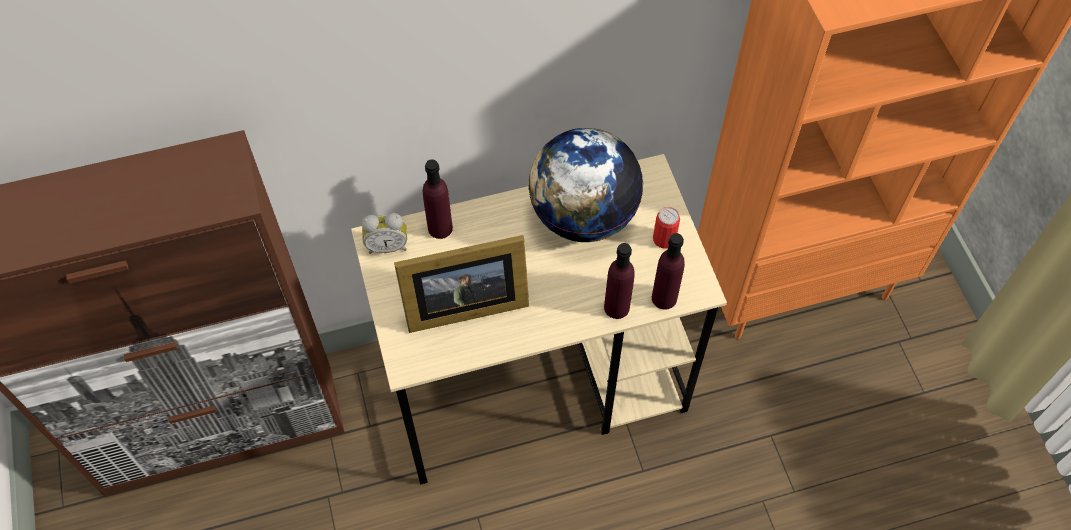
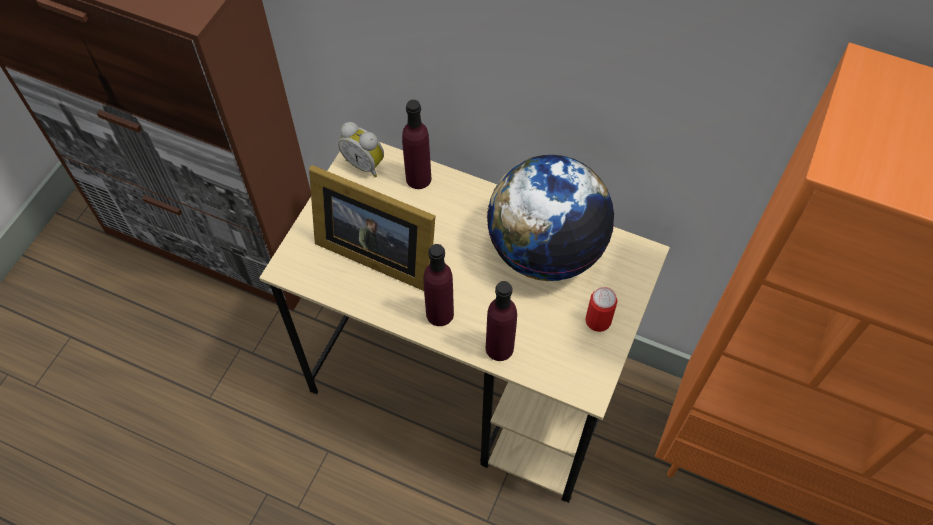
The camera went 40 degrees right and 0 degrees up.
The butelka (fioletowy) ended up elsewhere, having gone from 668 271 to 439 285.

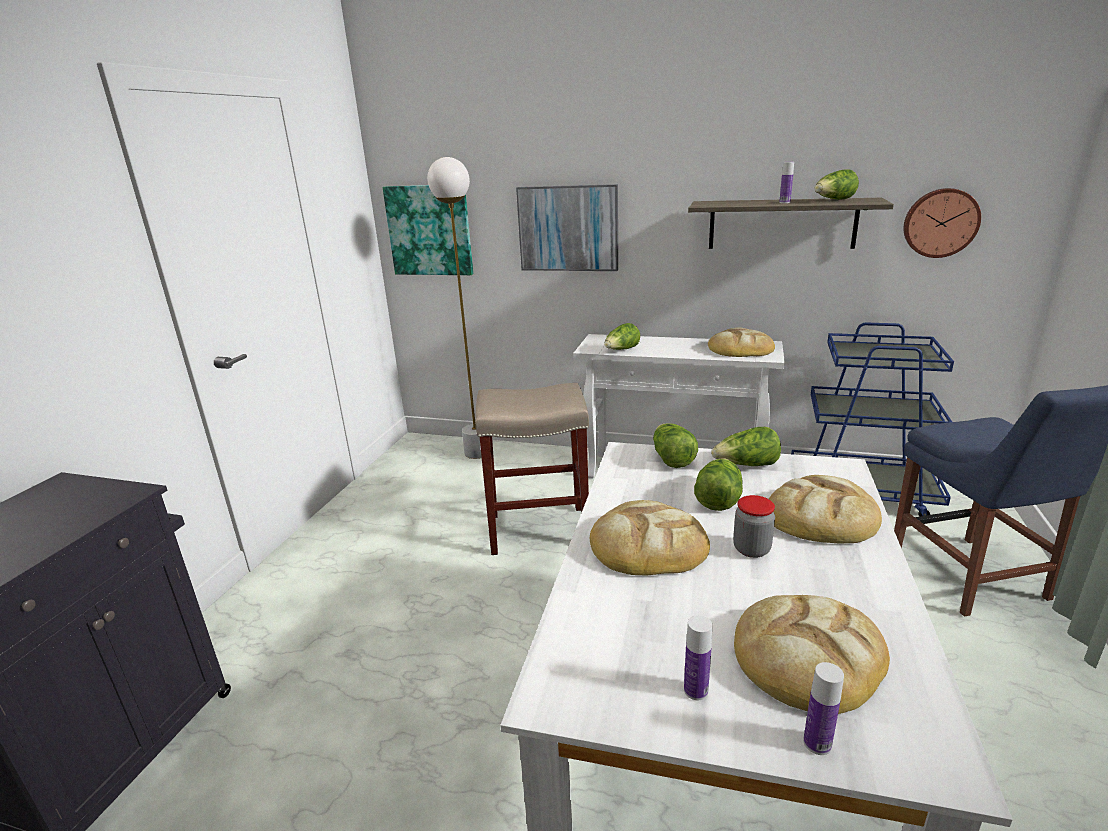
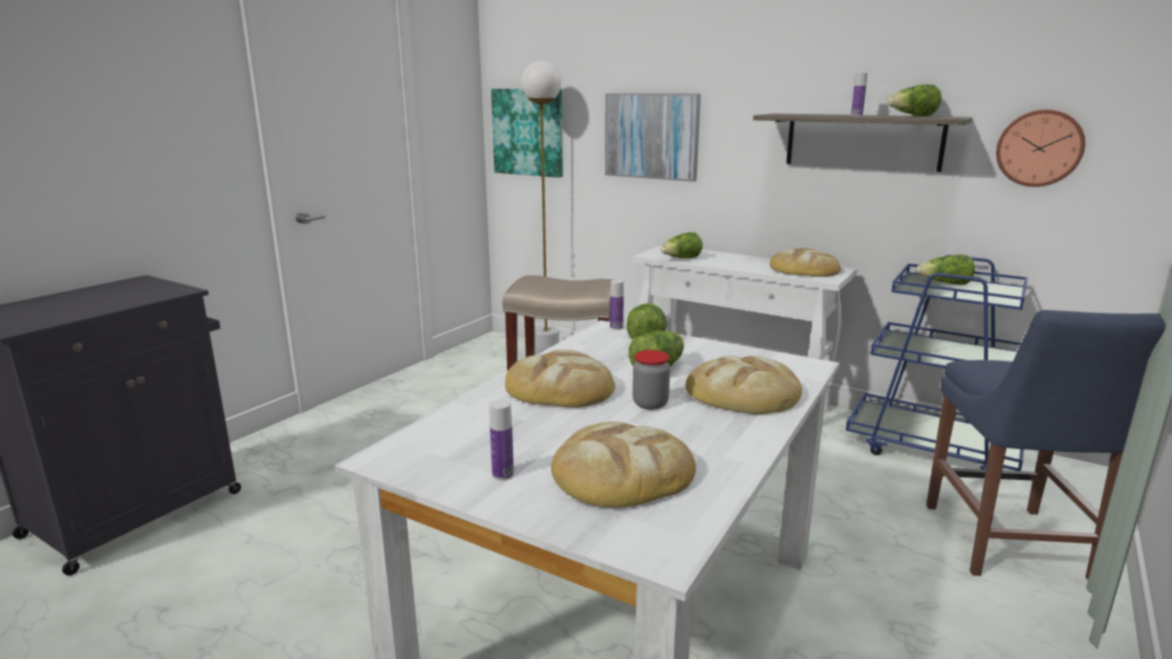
The camera went 15 degrees right and 5 degrees down.
The butelka ended up elsewhere, having gone from 823 708 to 617 305.
The sałata ended up elsewhere, having gone from 746 446 to 945 270.

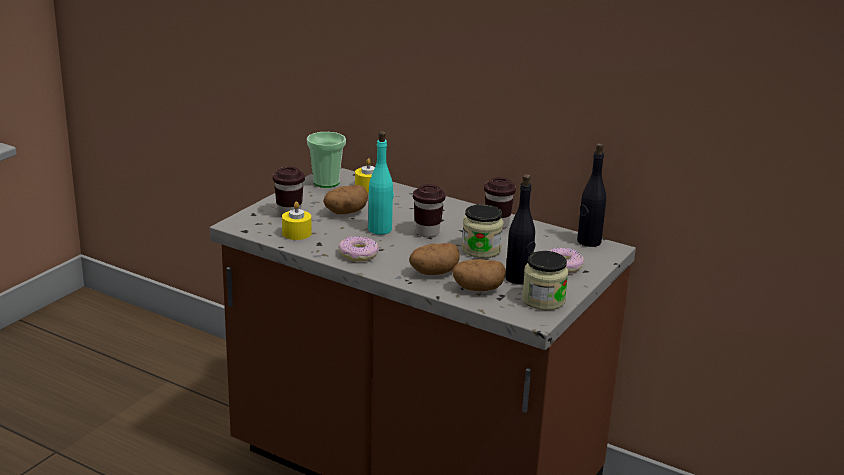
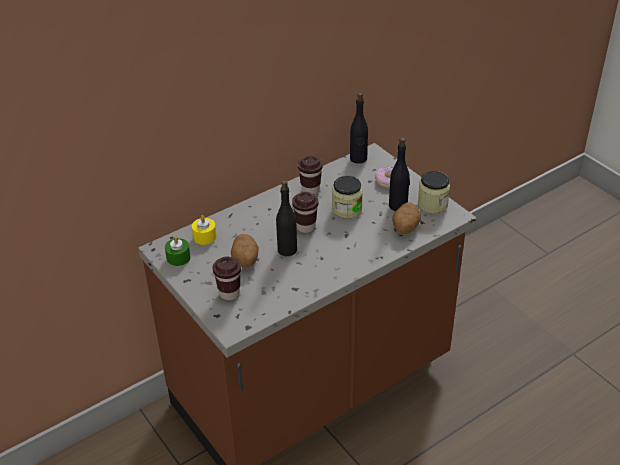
The camera went 65 degrees left and 15 degrees up.
Where the filiżanka stood at 326 160, the świeca (zielony) came to stand at 177 251.
What was the butelka (turkusowy) at 381 183 turned into the butelka (czarny) at 286 218.
The second view lost the świeca (żółty) at 296 220.
The second view lost the donut at 359 249.
The second view lost the ziemniak at 434 259.

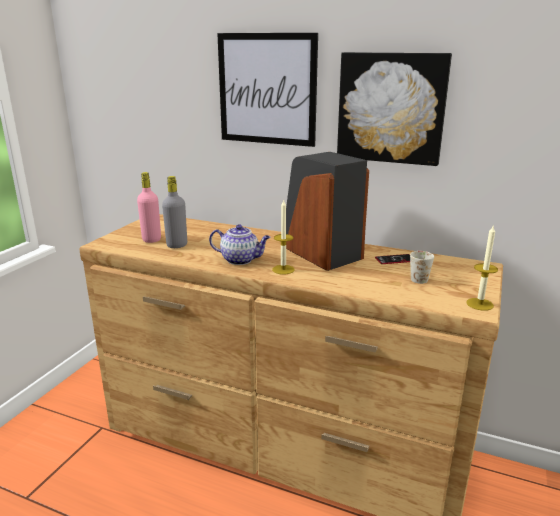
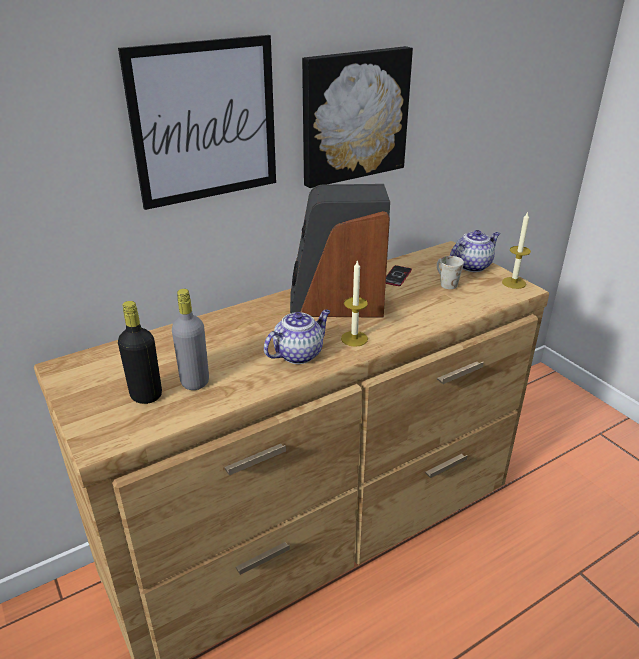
The camera went 55 degrees left and 10 degrees up.
What was the butelka (różowy) at 149 207 turned into the butelka (czarny) at 140 352.
The second view gained the imbryk at 475 251.

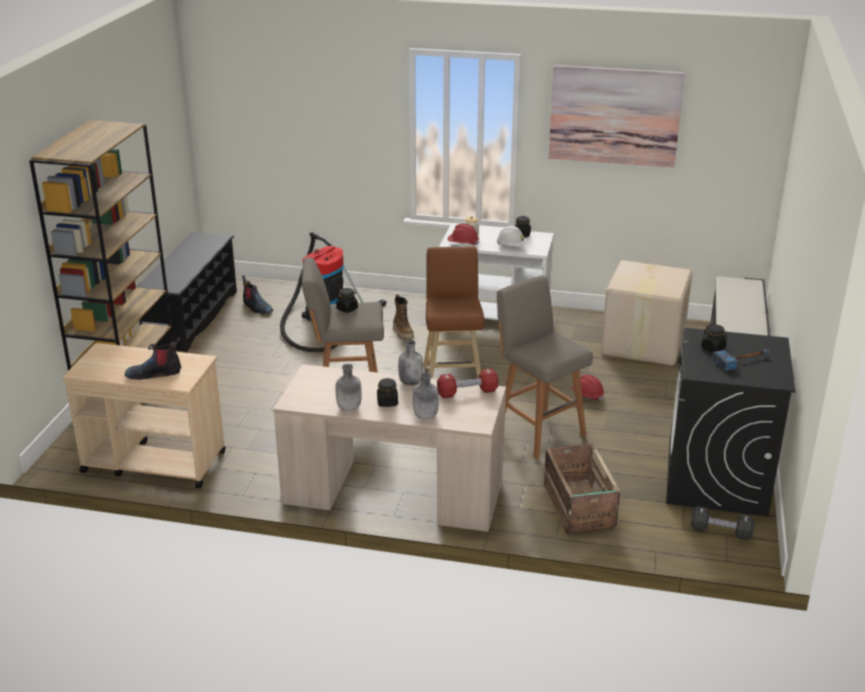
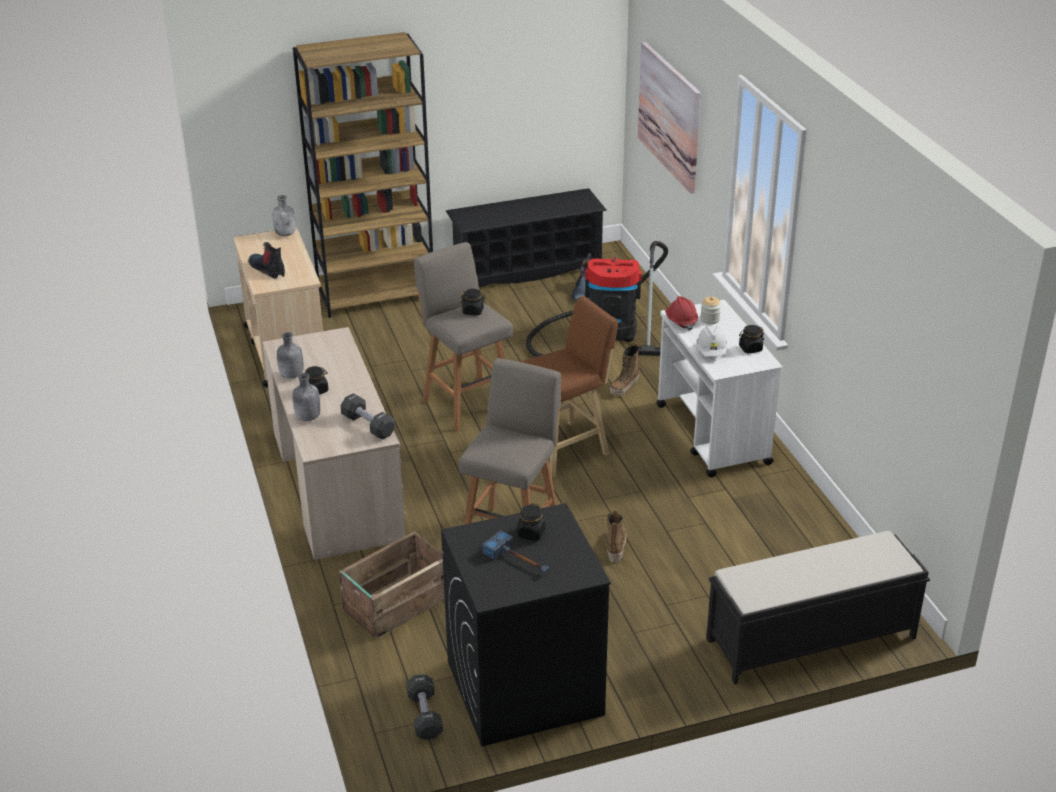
The camera went 60 degrees right and 5 degrees up.
The butelka (szary) ended up elsewhere, having gone from 410 362 to 284 215.
What was the hantel (czerwony) at 467 383 turned into the hantel (czarny) at 367 416.
Where the kask (czerwony) stood at 587 388, the but z cholewką came to stand at 616 537.
The obraz ended up elsewhere, having gone from 617 116 to 669 117.
The second view lost the karton at 647 313.

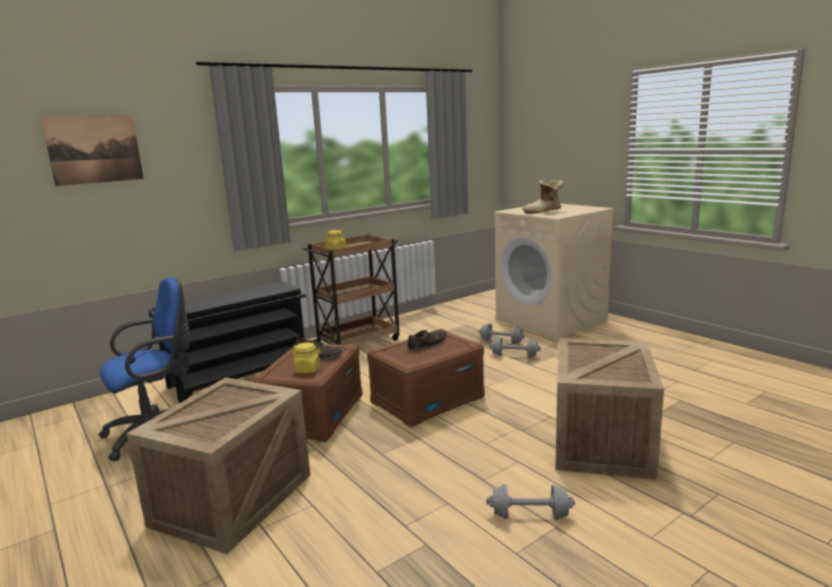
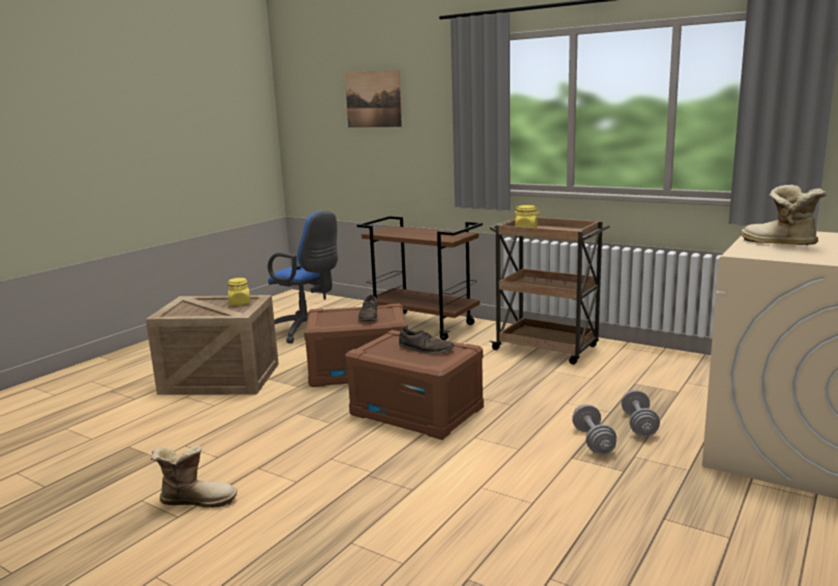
The camera went 70 degrees right and 0 degrees up.
Where the hantel (szary) stood at 530 502, the but z cholewką came to stand at 194 476.
The słoik (żółty) ended up elsewhere, having gone from 306 357 to 239 291.
Where the regał na buty (czarny) stood at 227 342, the wózek (brązowy) came to stand at 420 278.
The second view lost the skrzynka at 609 409.

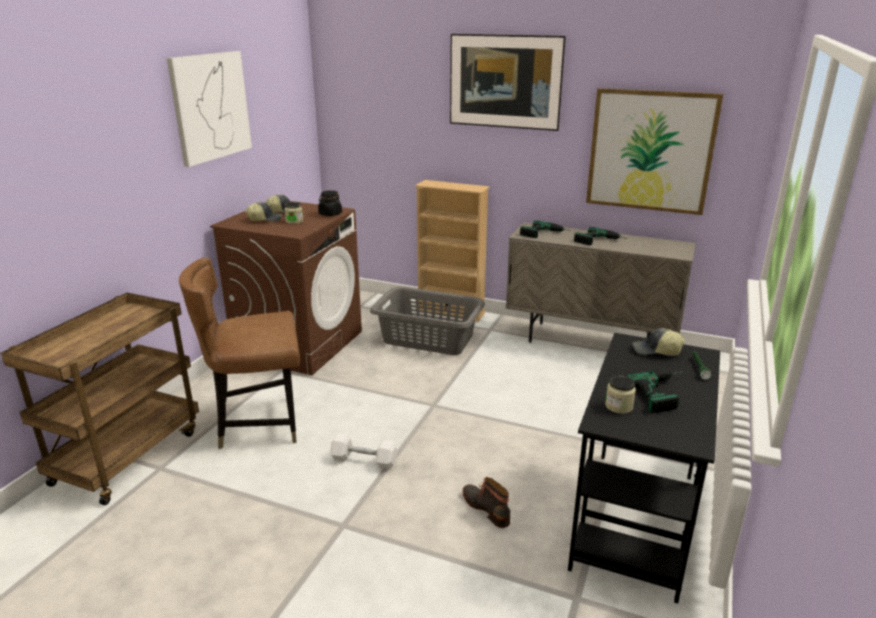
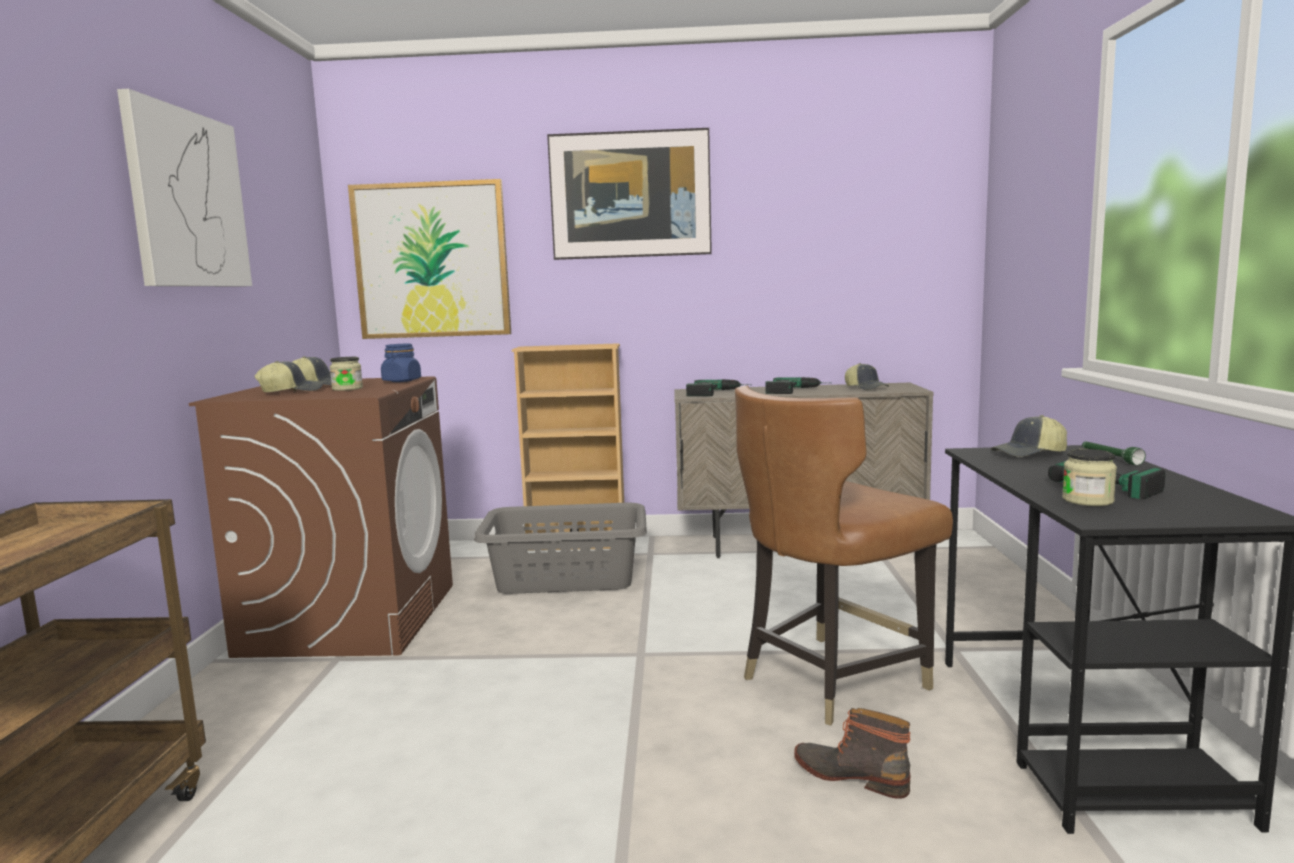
The camera went 20 degrees left and 15 degrees down.
The obraz ended up elsewhere, having gone from 654 151 to 429 259.
What was the słoik (czarny) at 330 203 turned into the słoik (niebieski) at 401 363.
The krzesło (brązowy) ended up elsewhere, having gone from 239 353 to 844 555.
The second view gained the czapka z daszkiem at 867 376.
The second view lost the hantel (biały) at 363 451.

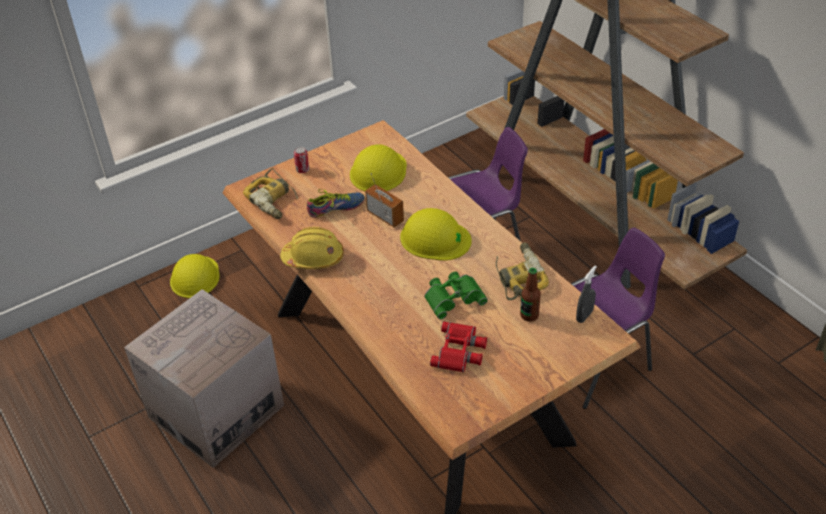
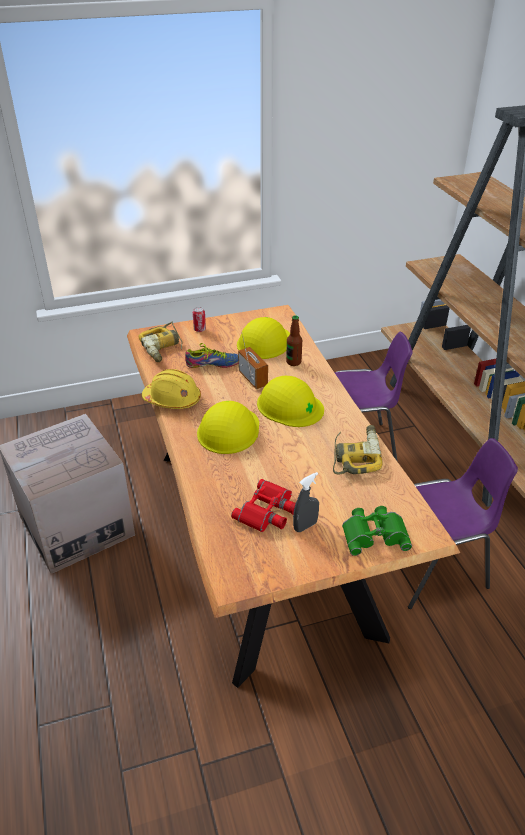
The camera went 15 degrees right and 5 degrees down.
The kask (żółty) ended up elsewhere, having gone from 195 276 to 228 427.
The butelka ended up elsewhere, having gone from 530 295 to 294 340.
The spryskiwacz (szary) ended up elsewhere, having gone from 586 294 to 306 502.
The lornetka (zielony) ended up elsewhere, having gone from 456 295 to 377 531.

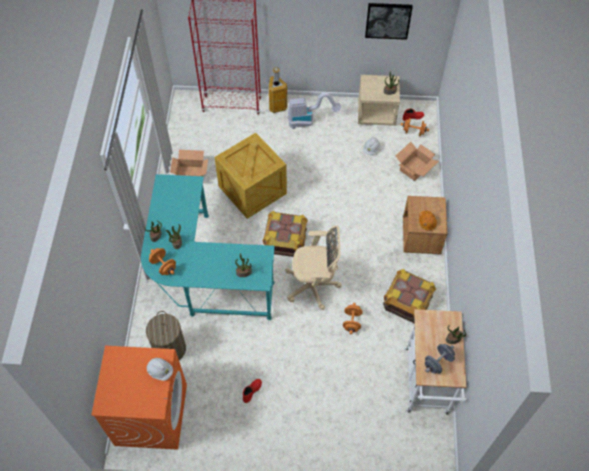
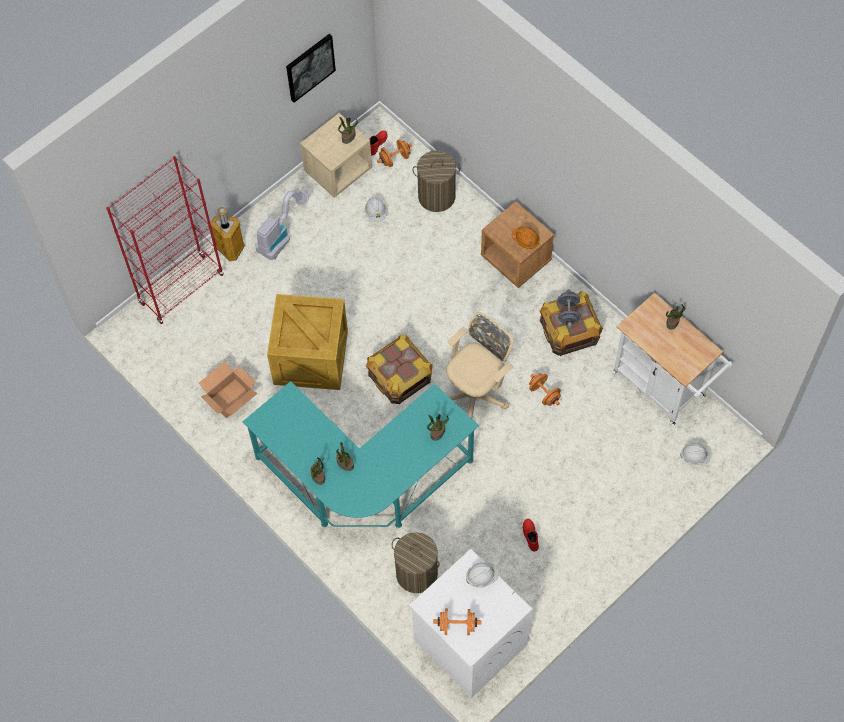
The camera went 45 degrees left and 5 degrees up.
What was the pralka (pomarańczowy) at 139 398 turned into the pralka (biały) at 471 623.
Where the karton stood at 417 161, the kosz na pranie came to stand at 436 181.
The hantel (pomarańczowy) ended up elsewhere, having gone from 162 261 to 457 622.
The hantel (szary) ended up elsewhere, having gone from 440 359 to 569 308.
The second view gained the kask (biały) at 695 454.

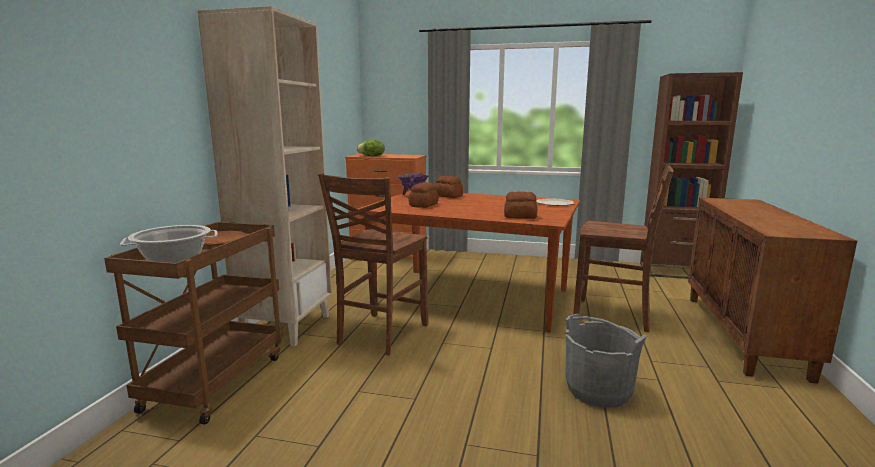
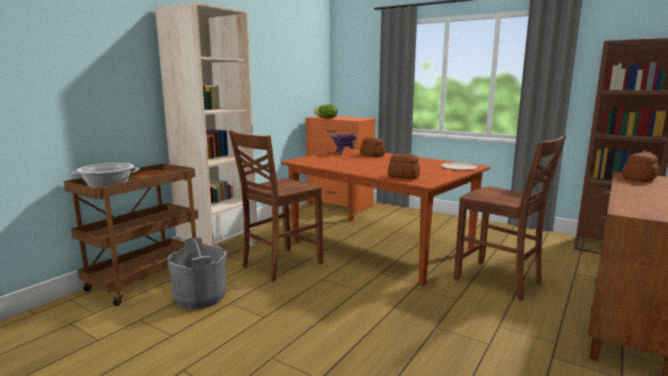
The camera went 20 degrees right and 0 degrees up.
The wiadro (szary) ended up elsewhere, having gone from 606 361 to 197 273.
The chleb ended up elsewhere, having gone from 423 195 to 641 167.

